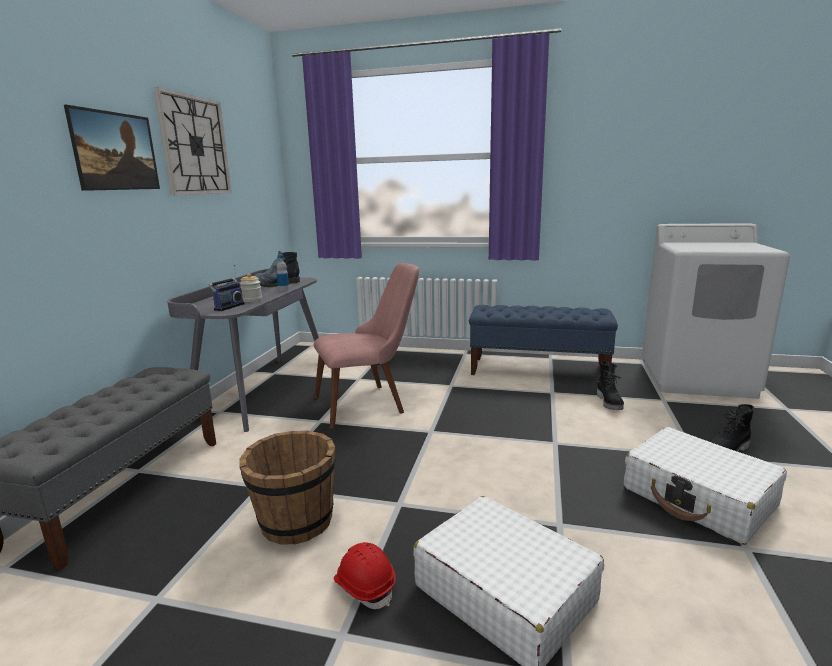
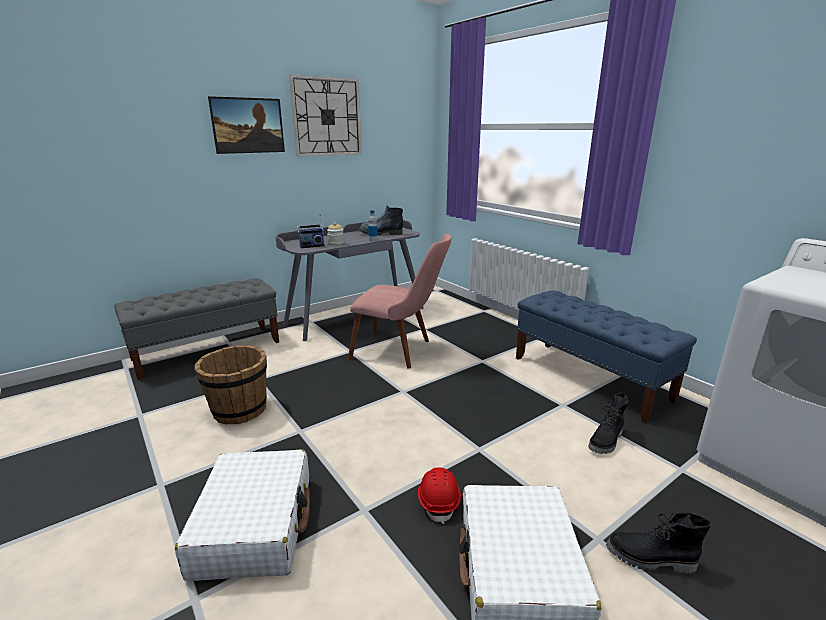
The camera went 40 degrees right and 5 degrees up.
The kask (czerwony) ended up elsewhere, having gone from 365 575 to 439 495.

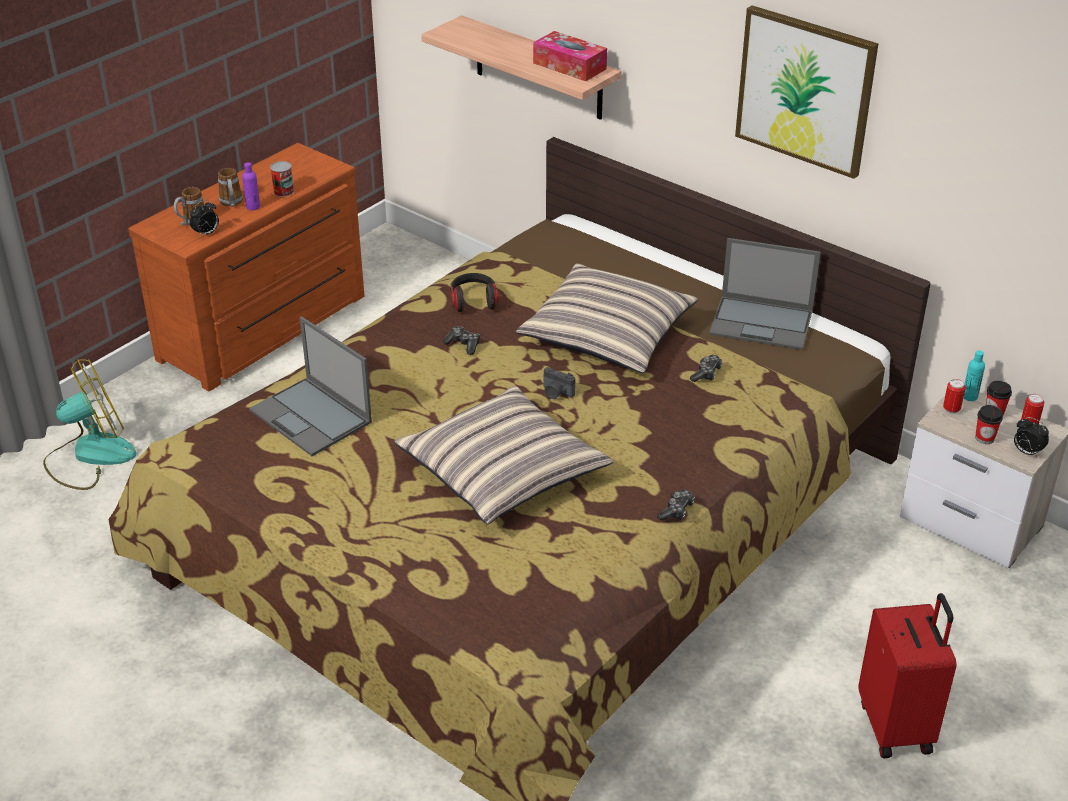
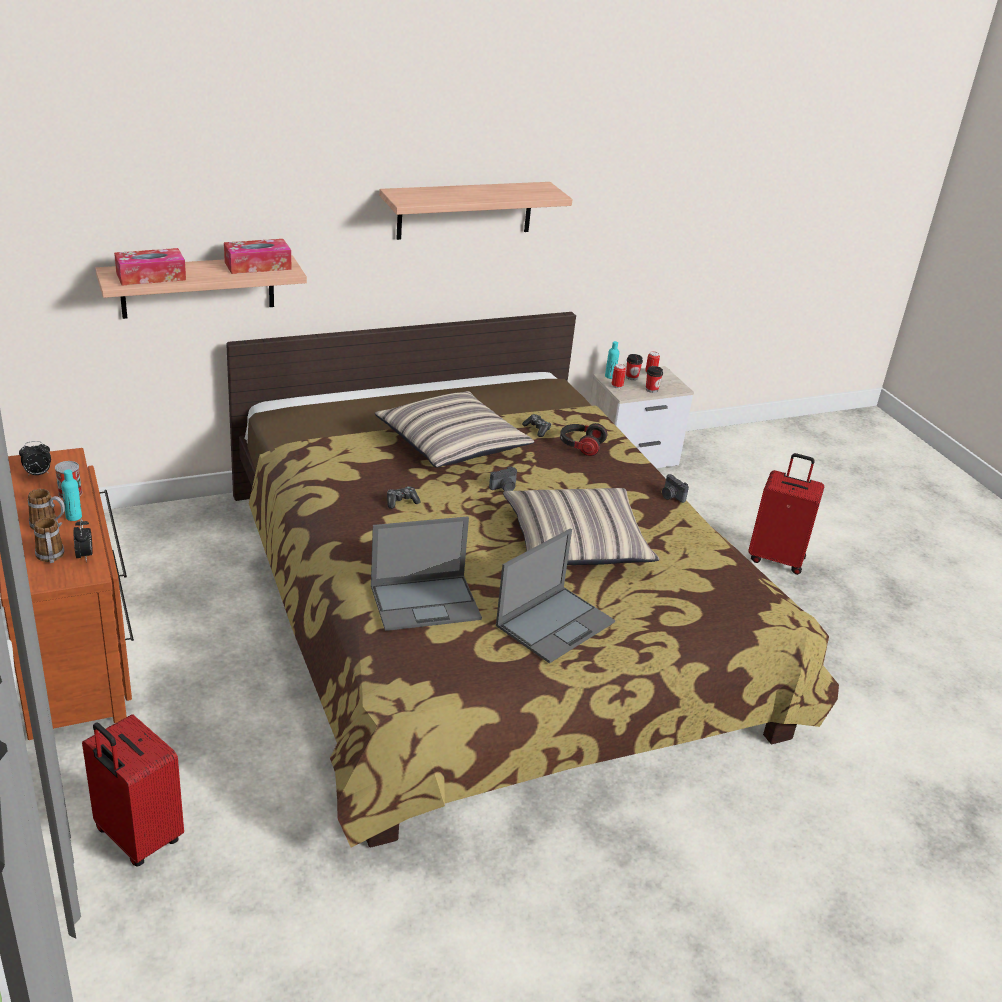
The camera went 65 degrees left and 5 degrees down.
The budzik ended up elsewhere, having gone from 1031 437 to 35 458.
What was the butelka (fioletowy) at 251 186 turned into the butelka (turkusowy) at 71 495.
Where the wentylator stood at 89 424, the walizka (czerwony) came to stand at 133 790.
The second view gained the pudełko chusteczek at 150 267.
Where the obraz hung at 806 92, the półka came to hang at 476 211.
The laptop ended up elsewhere, having gone from 765 294 to 555 596.
The słuchawki ended up elsewhere, having gone from 475 292 to 583 439.
Where the pad do gier stood at 676 505, the aparat fotograficzny came to stand at 675 488.

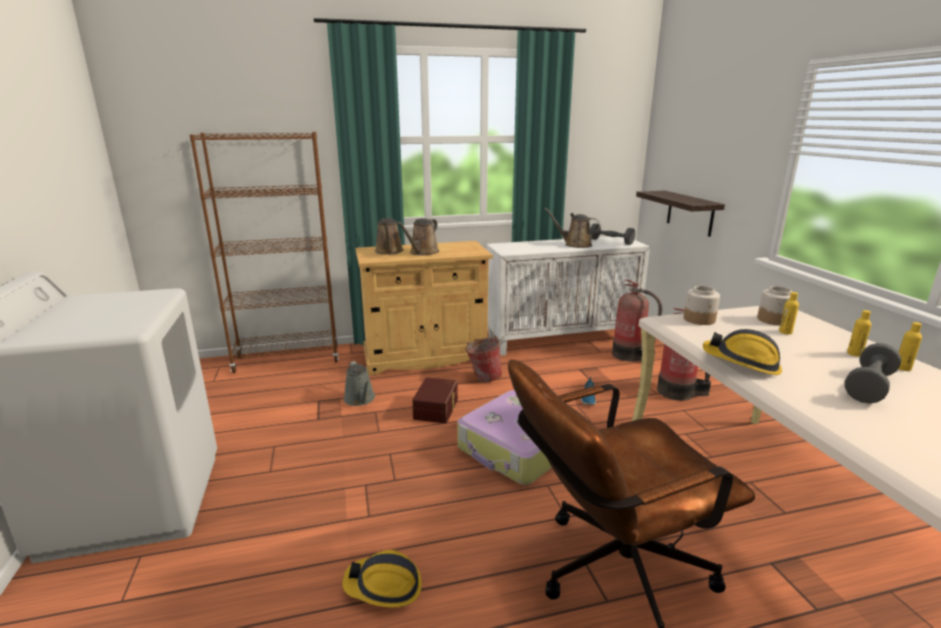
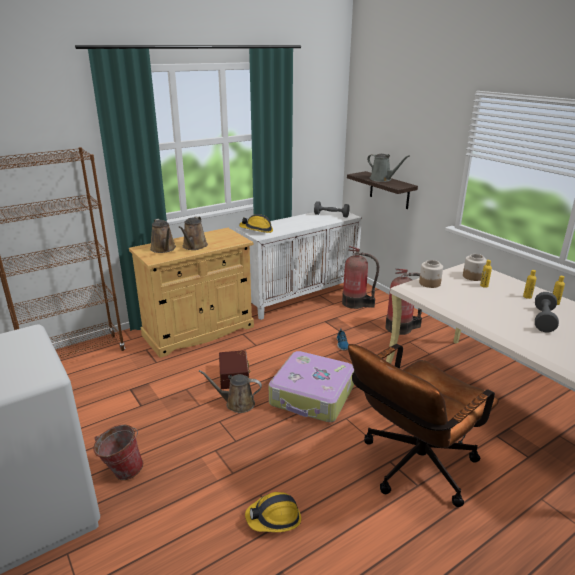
The camera went 20 degrees left and 5 degrees up.
The wiadro ended up elsewhere, having gone from 483 360 to 118 452.
The konewka (brązowy) ended up elsewhere, having gone from 572 228 to 230 391.
The kask ended up elsewhere, having gone from 742 352 to 256 223.
The konewka (szary) ended up elsewhere, having gone from 359 383 to 388 168.

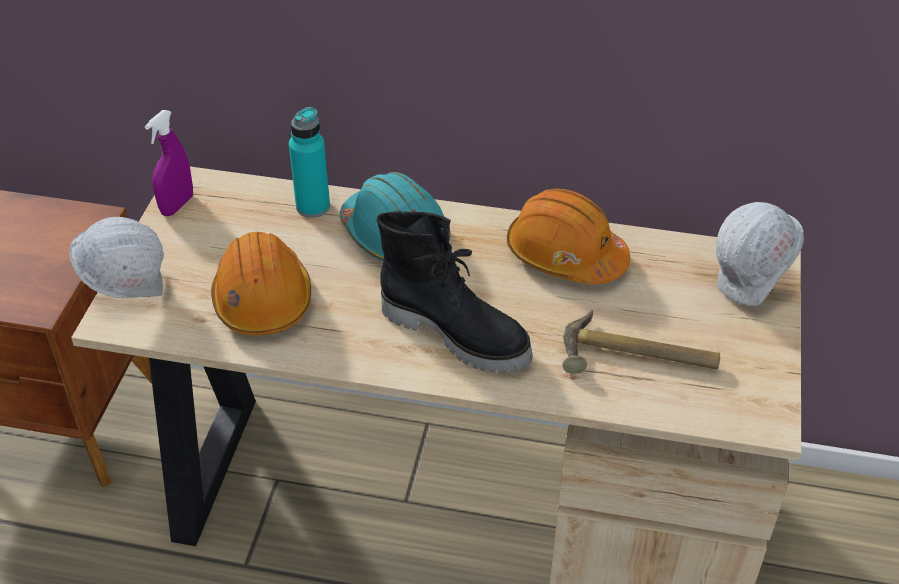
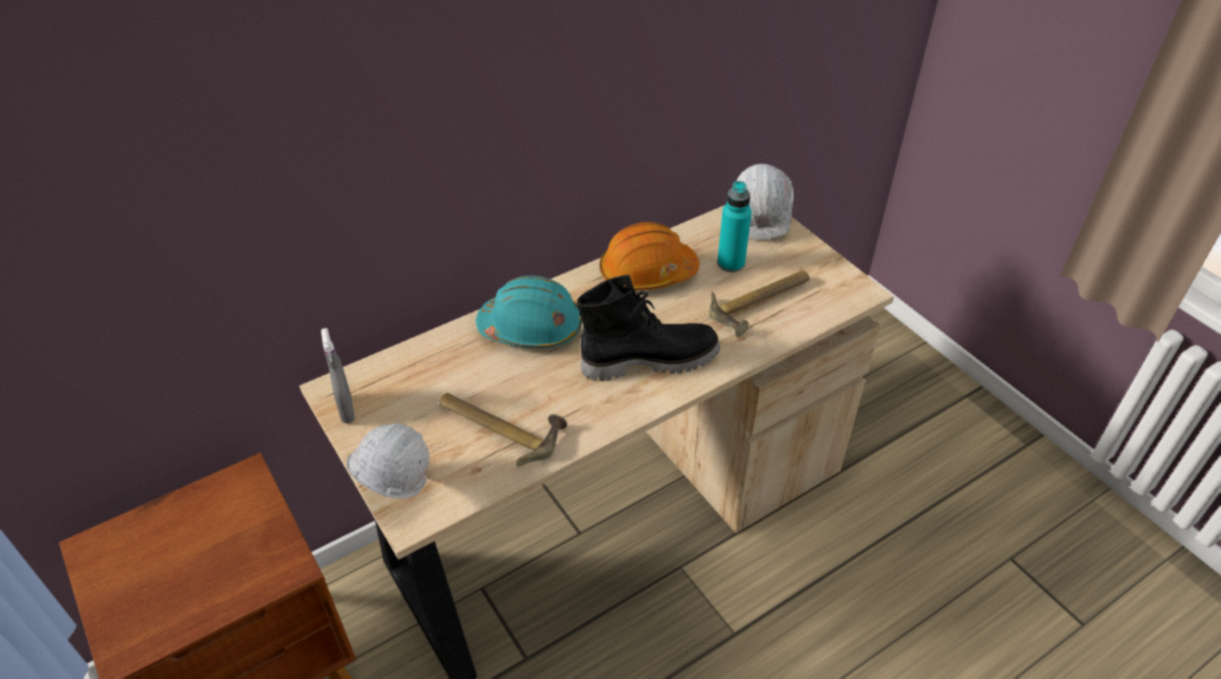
The camera went 45 degrees left and 0 degrees up.
What was the spryskiwacz (fioletowy) at 169 163 turned into the spryskiwacz (szary) at 338 375.
Where the kask (pomarańczowy) stood at 261 283, the młotek came to stand at 503 430.
The butelka (turkusowy) ended up elsewhere, having gone from 309 162 to 734 226.

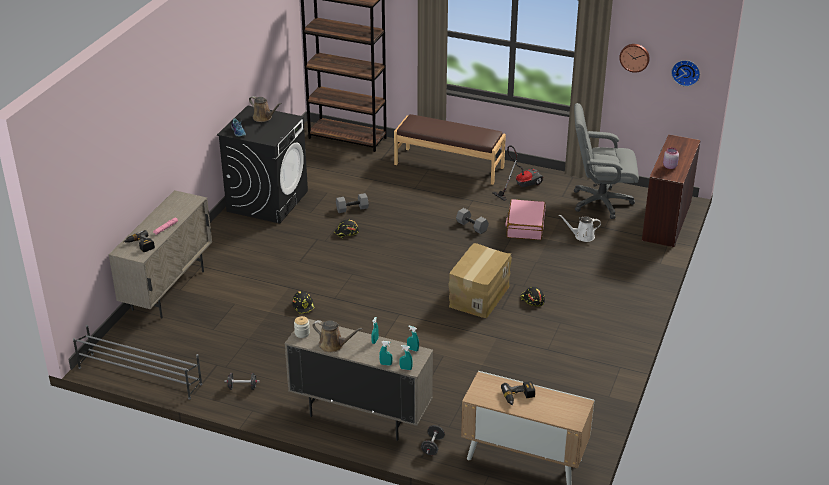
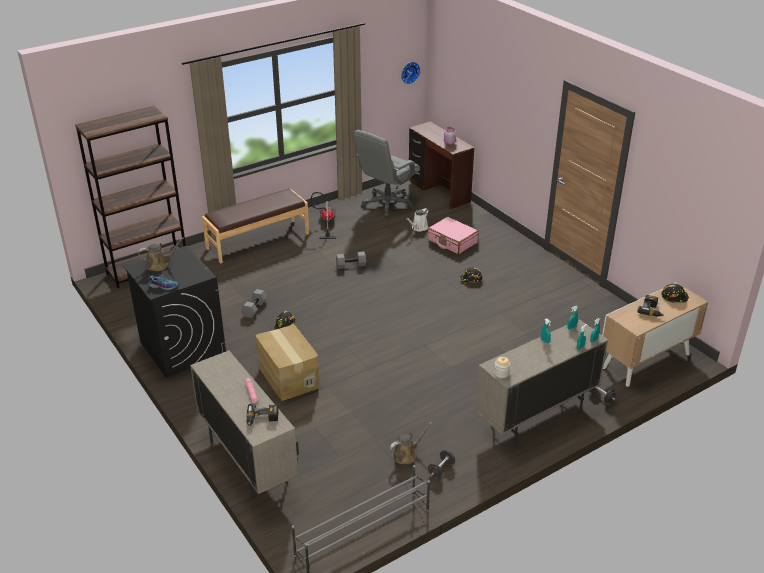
The camera went 55 degrees left and 0 degrees up.
The karton ended up elsewhere, having gone from 480 280 to 287 362.
The konewka (brązowy) ended up elsewhere, having gone from 337 336 to 410 443.
The walizka (różowy) ended up elsewhere, having gone from 525 219 to 453 236.
The kask (czarny) ended up elsewhere, having gone from 303 302 to 675 293.
The second view lost the zegar ścienny at 634 58.

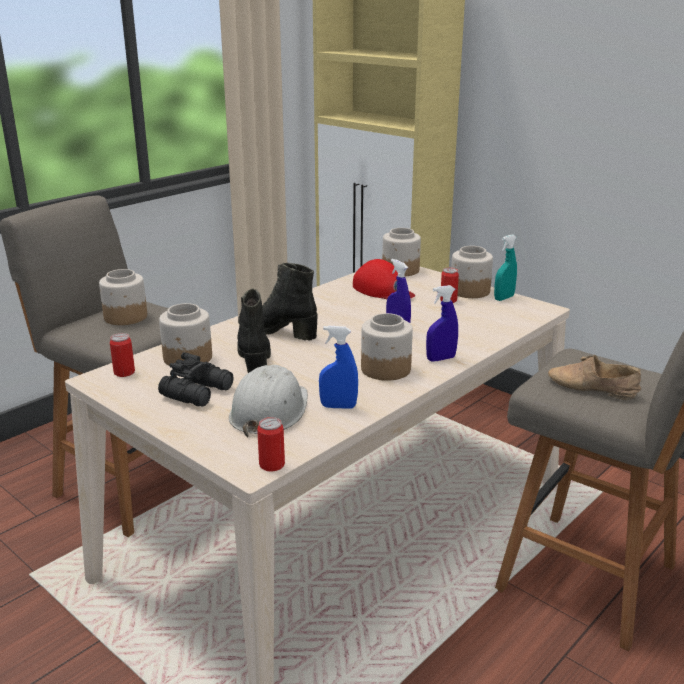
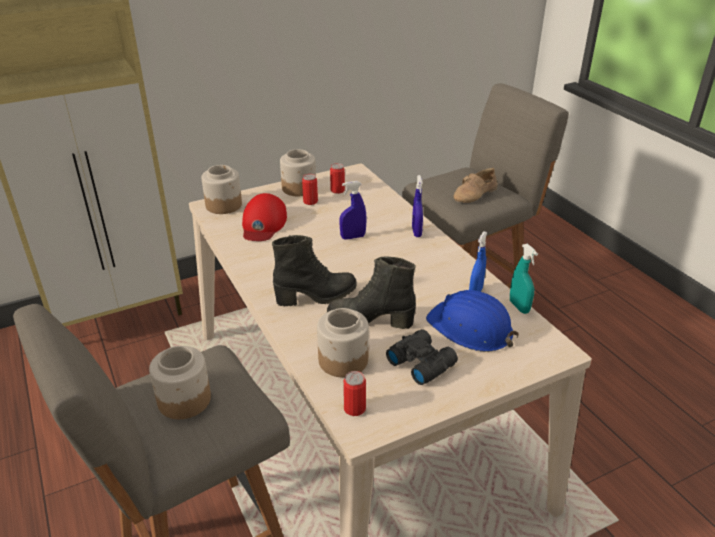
The camera went 70 degrees left and 10 degrees up.
The czapka z daszkiem (czerwony) at 384 279 ended up facing another way, 120 degrees clockwise from before.
The but z cholewką (czarny) at 277 302 ended up facing another way, 150 degrees counterclockwise from before.
The puszka ended up elsewhere, having gone from 271 444 to 337 178.
What was the kask (biały) at 268 401 turned into the kask (niebieski) at 472 321.
The spryskiwacz (turkusowy) ended up elsewhere, having gone from 505 267 to 524 279.
The second view lost the słoik at 387 347.

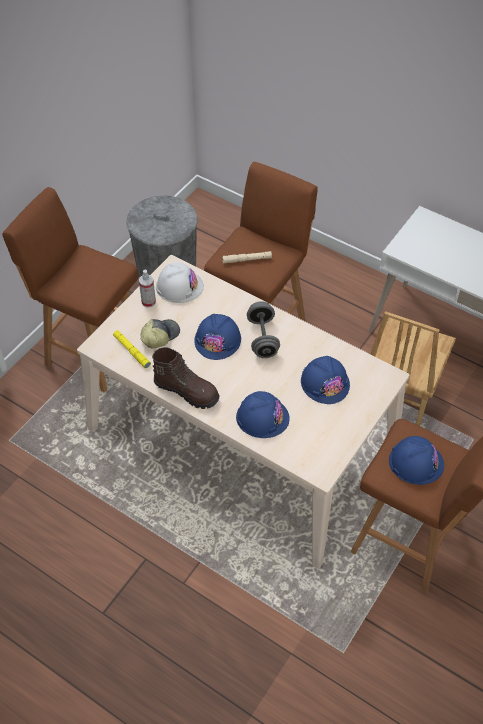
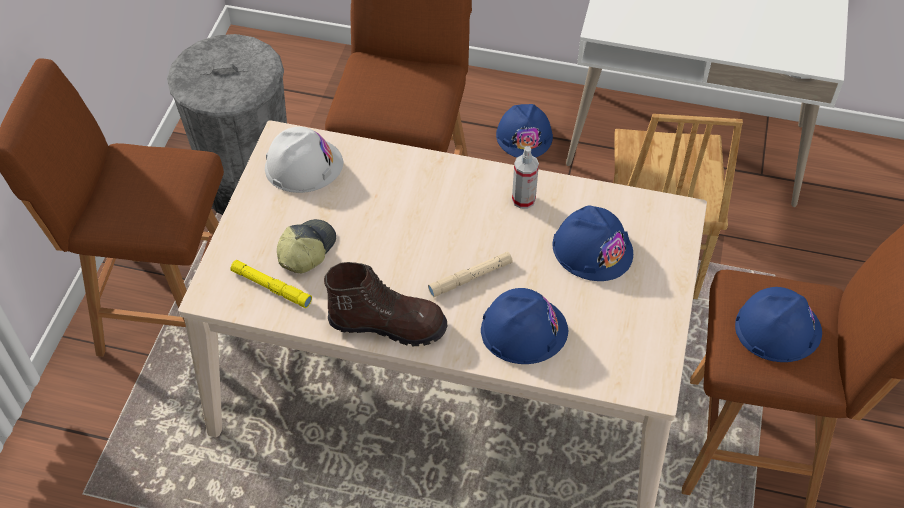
The camera went 20 degrees left and 0 degrees up.
The latarka (beżowy) ended up elsewhere, having gone from 247 257 to 470 274.
The kask (niebieski) ended up elsewhere, having gone from 217 337 to 524 131.
The spryskiwacz ended up elsewhere, having gone from 147 289 to 525 177.
The second view lost the hantel (szary) at 263 329.

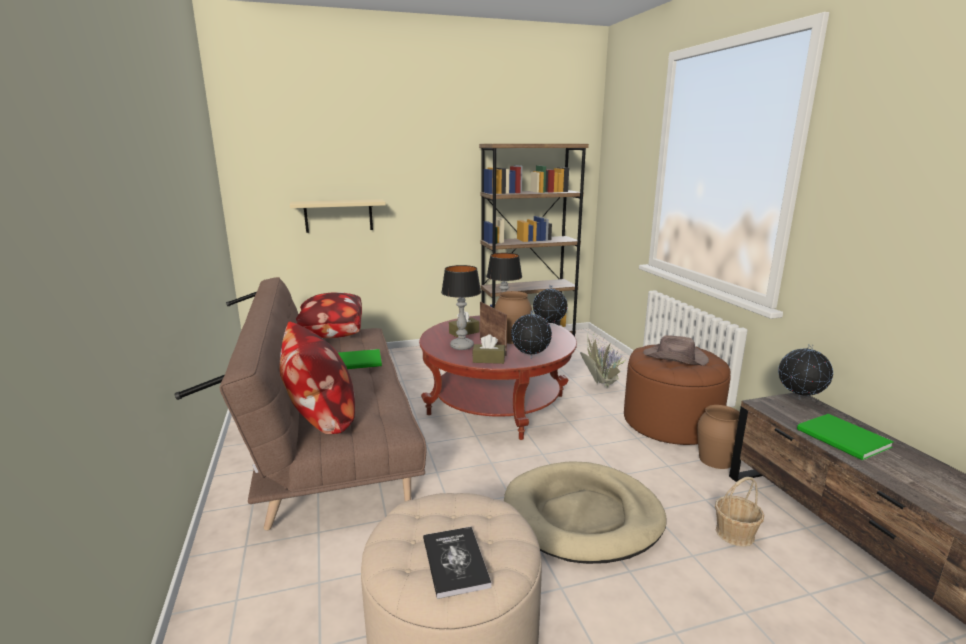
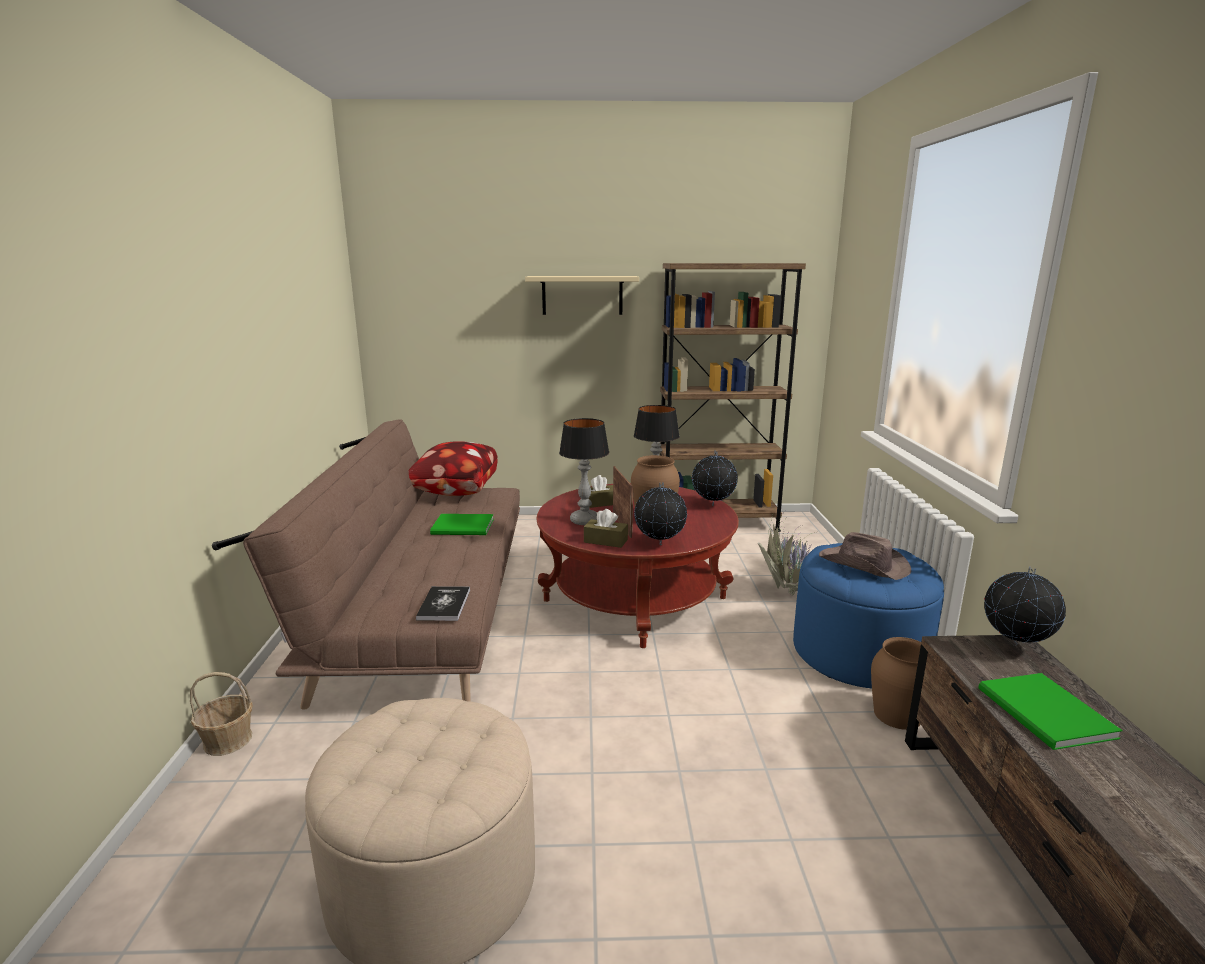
The camera went 15 degrees right and 0 degrees up.
The koszyk ended up elsewhere, having gone from 739 512 to 221 714.
The książka ended up elsewhere, having gone from 457 563 to 443 603.
The półka (beżowy) ended up elsewhere, having gone from 338 216 to 582 295.
What was the pufa (brązowy) at 677 395 turned into the pufa (niebieski) at 868 615.
The second view lost the poduszka at 317 377.
The second view lost the legowisko (beżowy) at 585 513.

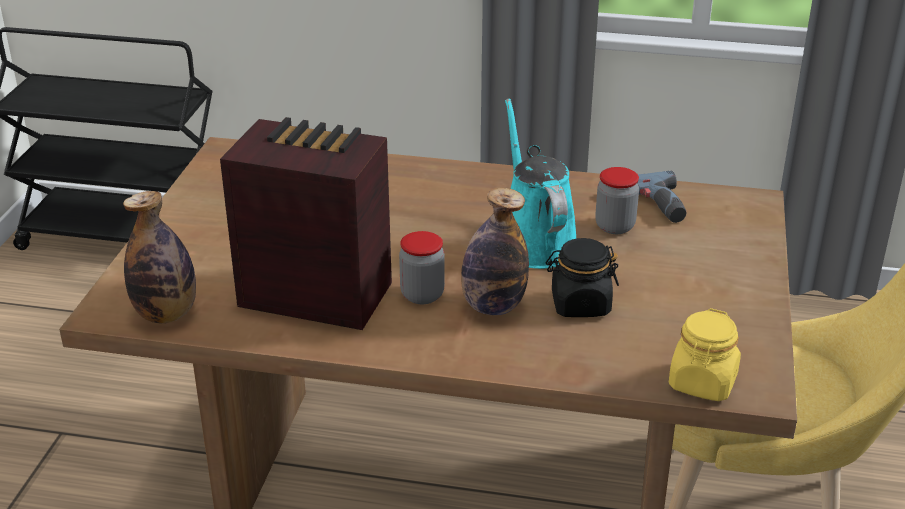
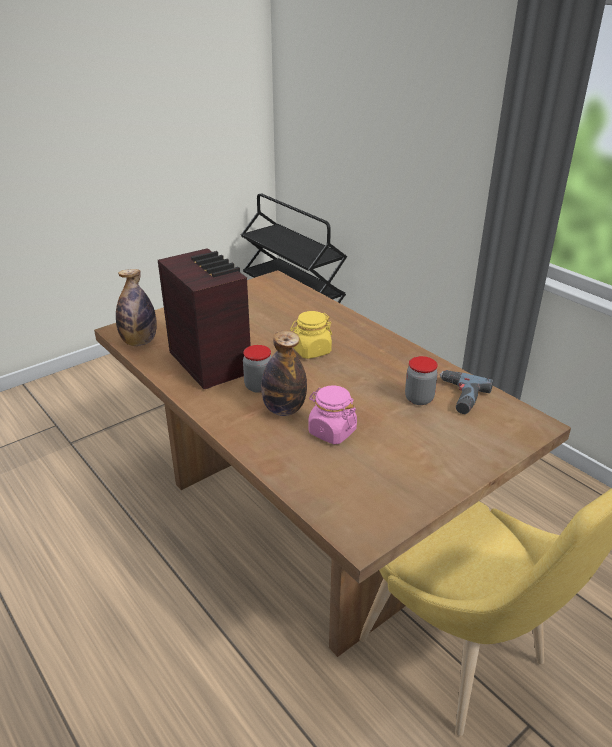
The camera went 40 degrees right and 0 degrees up.
The słoik (żółty) ended up elsewhere, having gone from 705 354 to 311 335.
What was the słoik (czarny) at 582 277 turned into the słoik (różowy) at 332 414.
The second view lost the konewka (turkusowy) at 540 184.

